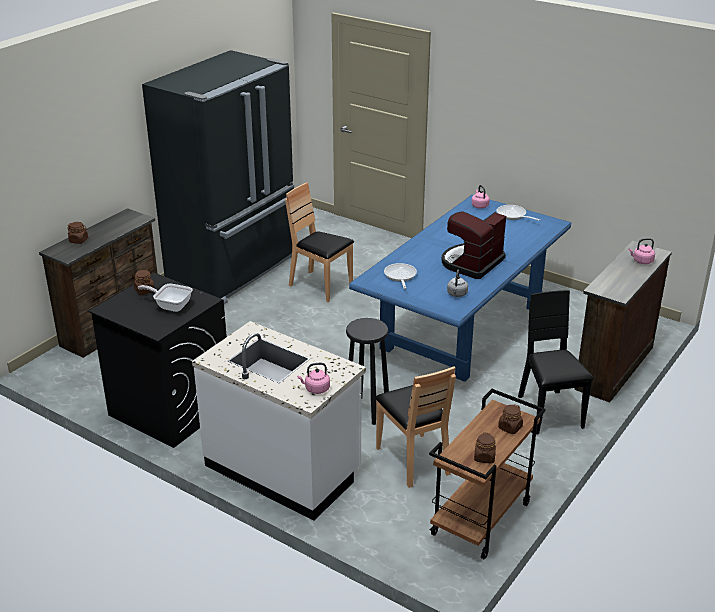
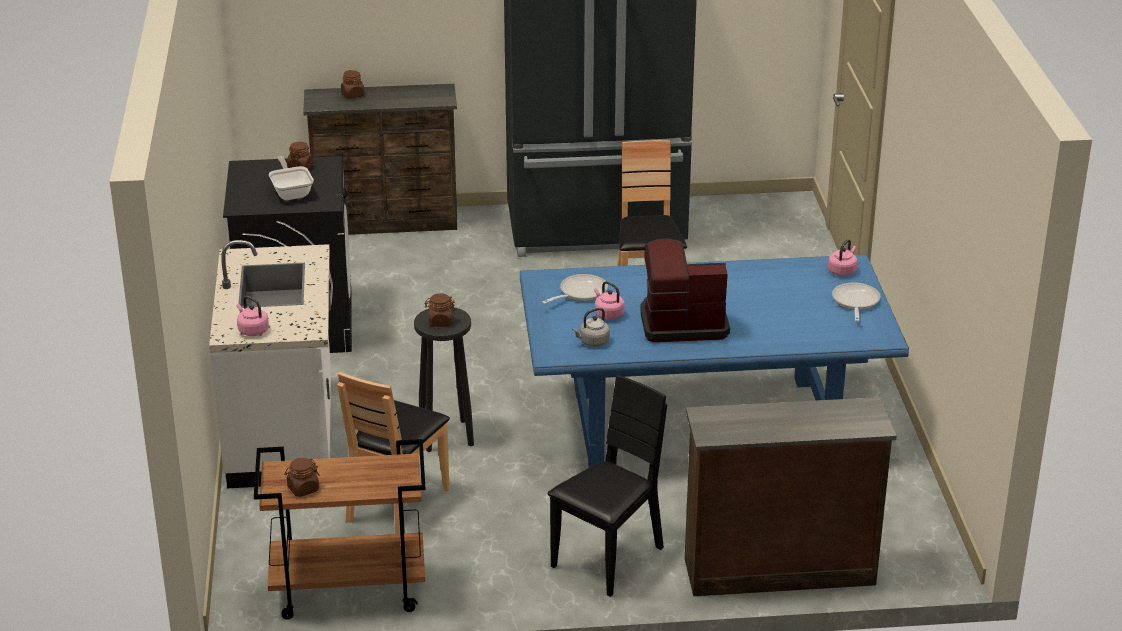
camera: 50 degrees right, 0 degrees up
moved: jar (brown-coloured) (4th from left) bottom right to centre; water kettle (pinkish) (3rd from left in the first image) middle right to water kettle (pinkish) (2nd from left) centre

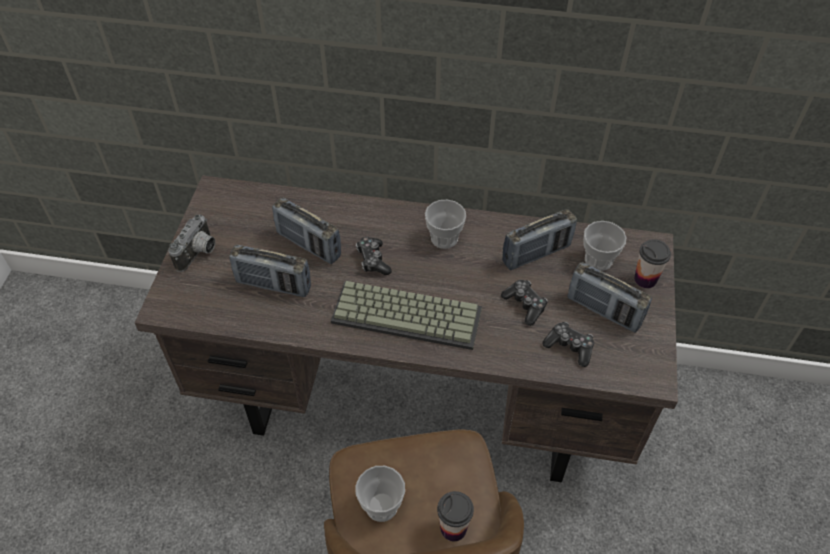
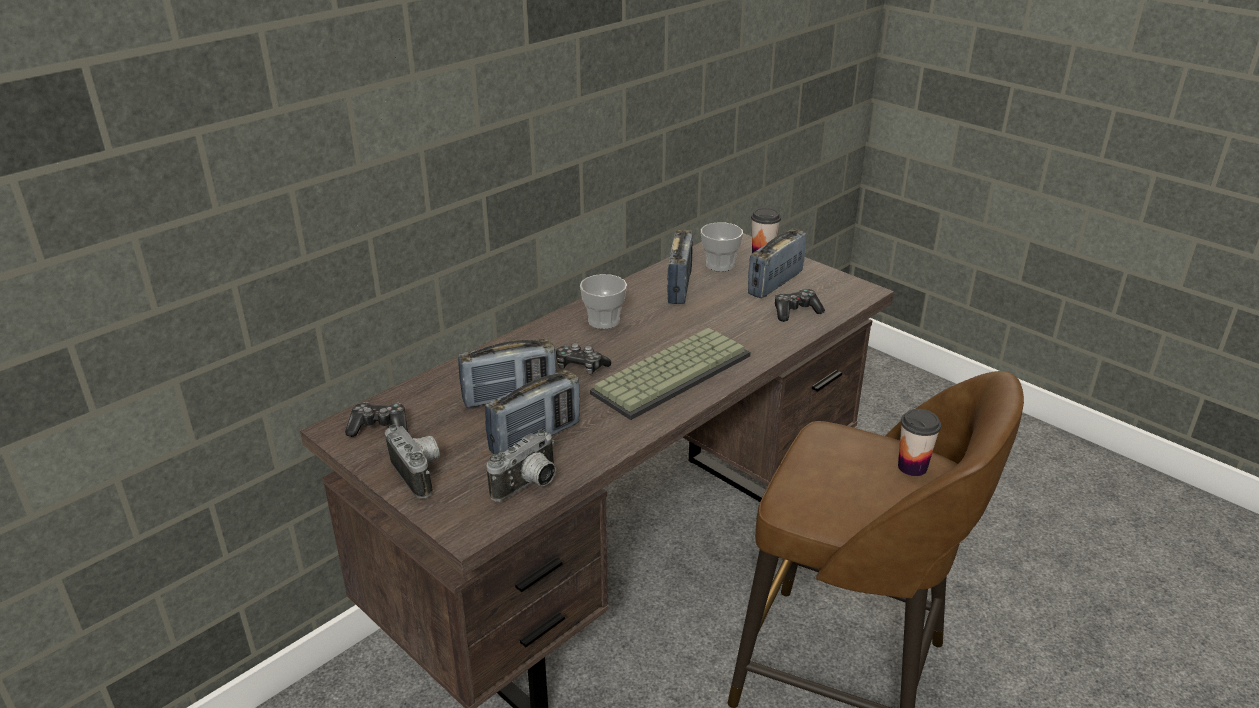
camera: 55 degrees left, 20 degrees down
removed: small cup (1st from left) bottom centre
added: photo camera (2nd from left) centre
moved: game controller (2nd from left in the first image) centre to game controller (1st from left) middle left
turned: radio (4th from left) middle right = centre 150 degrees clockwise

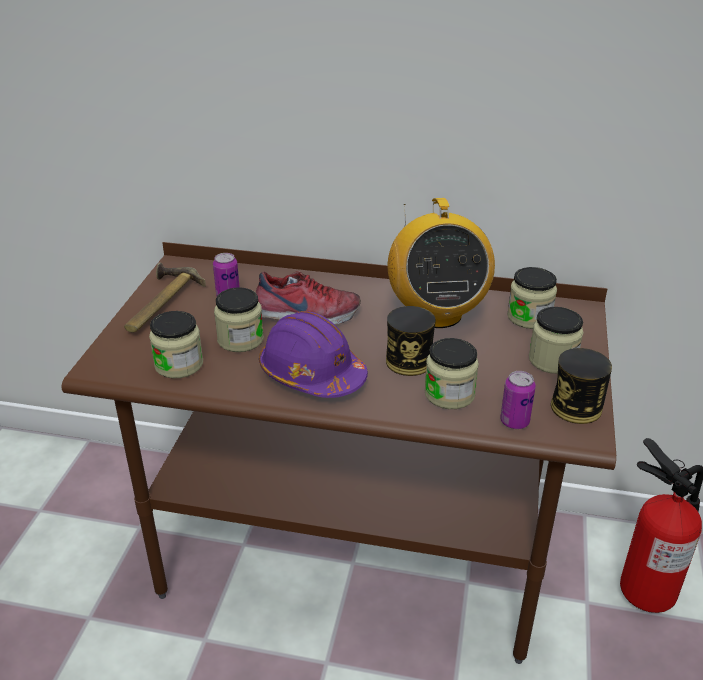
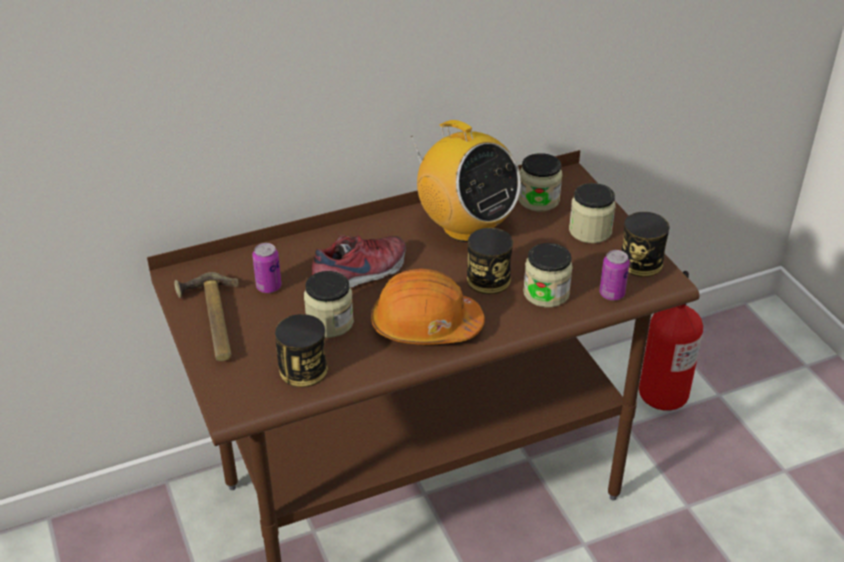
camera: 35 degrees left, 5 degrees up
replaced: jar (1st from left) middle left to sealed can (2nd from left) centre
recoloured: hard hat (purple) centre to hard hat (orange) centre

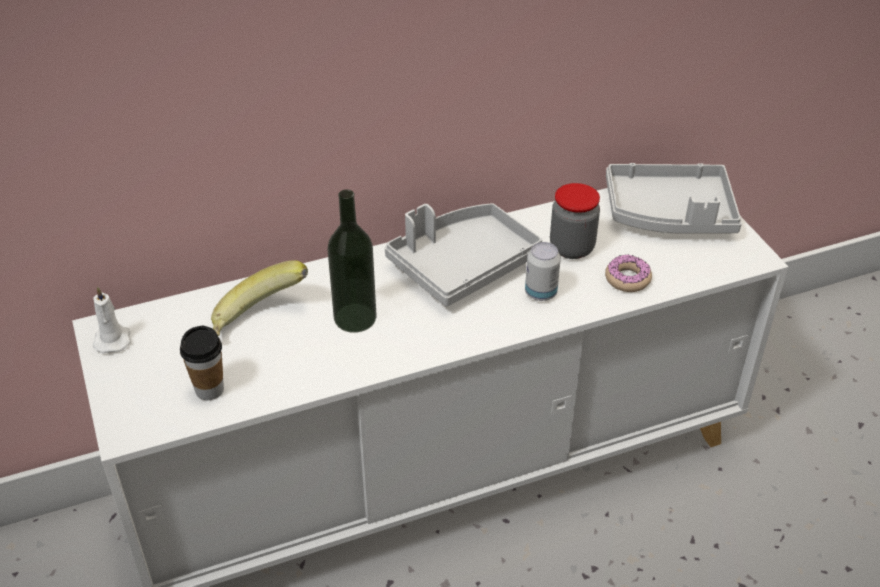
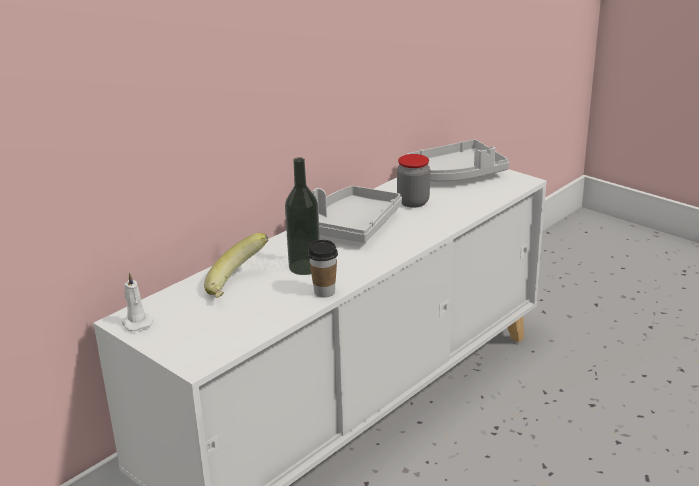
camera: 25 degrees left, 15 degrees down
removed: sealed can centre; donut middle right
moved: small cup middle left to centre

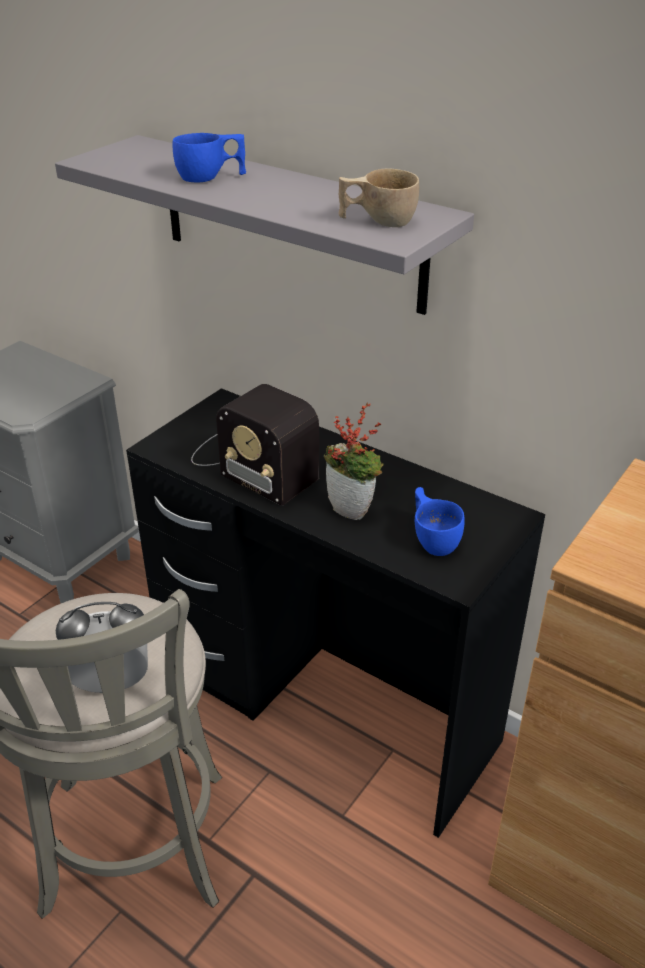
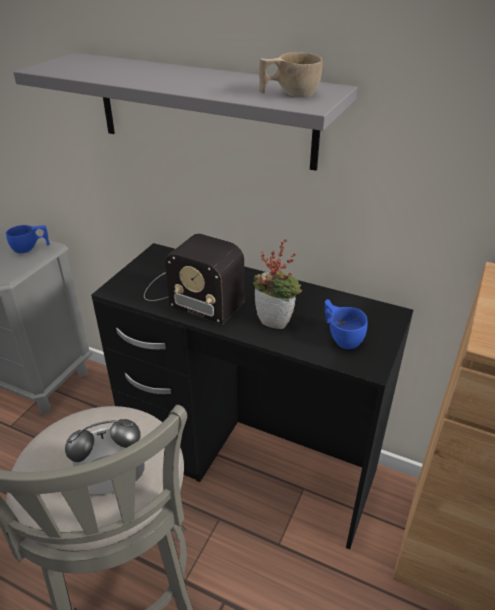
camera: 10 degrees left, 0 degrees up
moved: small cup (blue) (1st from left) top left to middle left

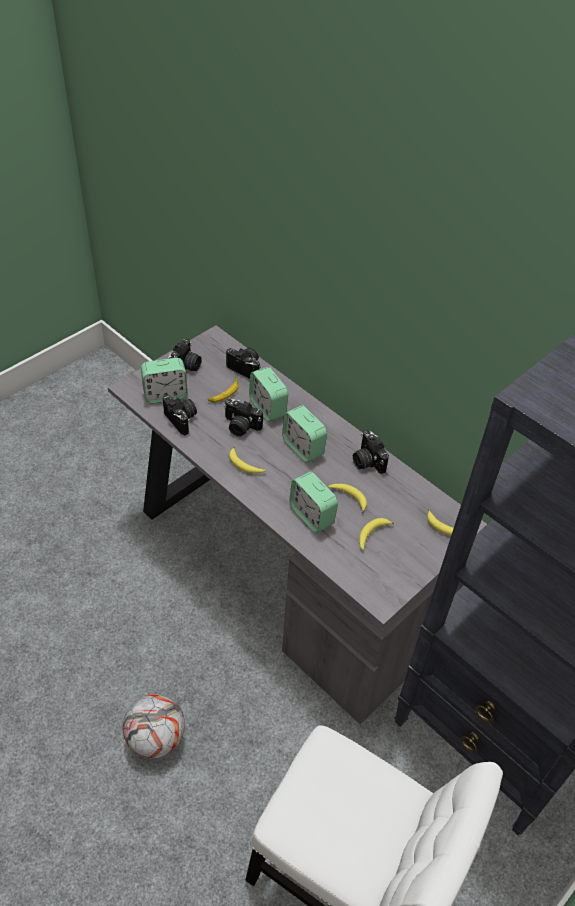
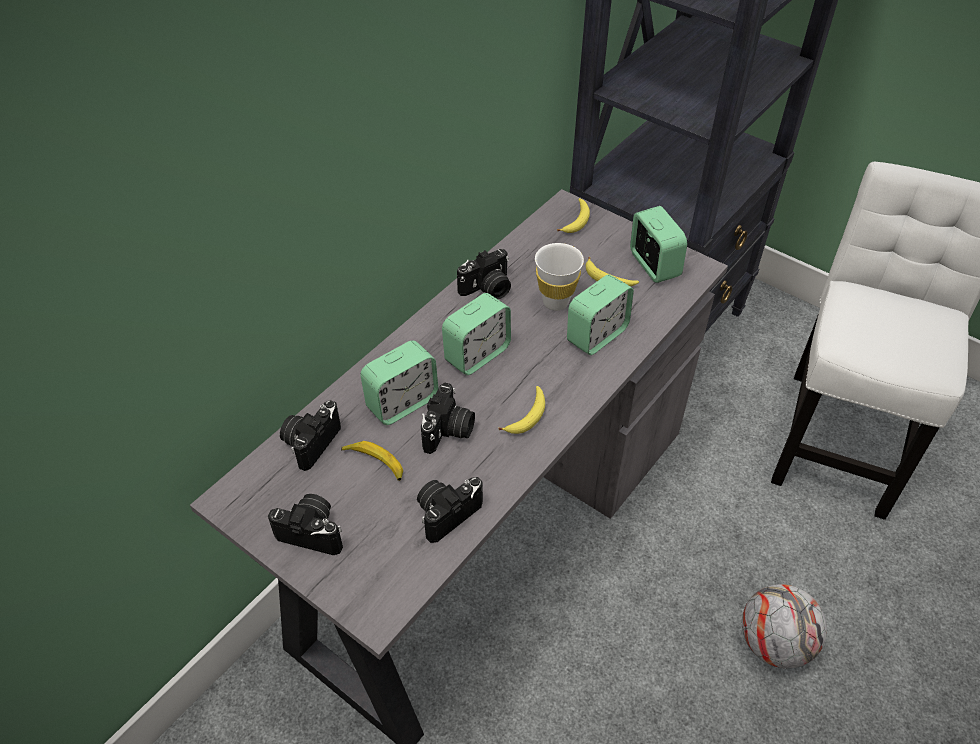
camera: 95 degrees left, 0 degrees up
moved: table clock (1st from left in the first image) middle left to table clock (4th from left) top right
replaced: banana (3rd from left) centre to small cup (white-coloured) centre

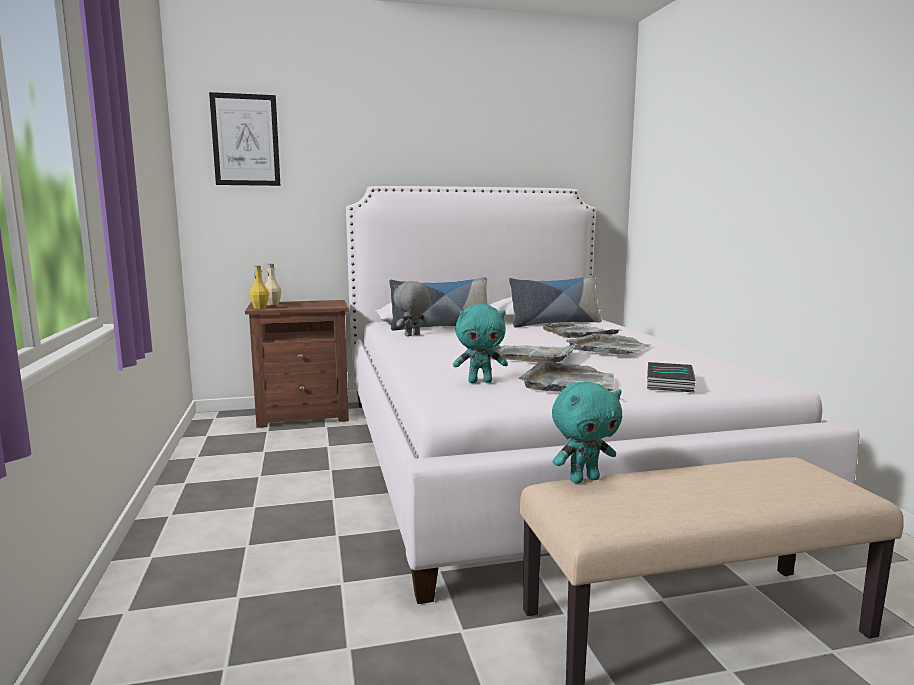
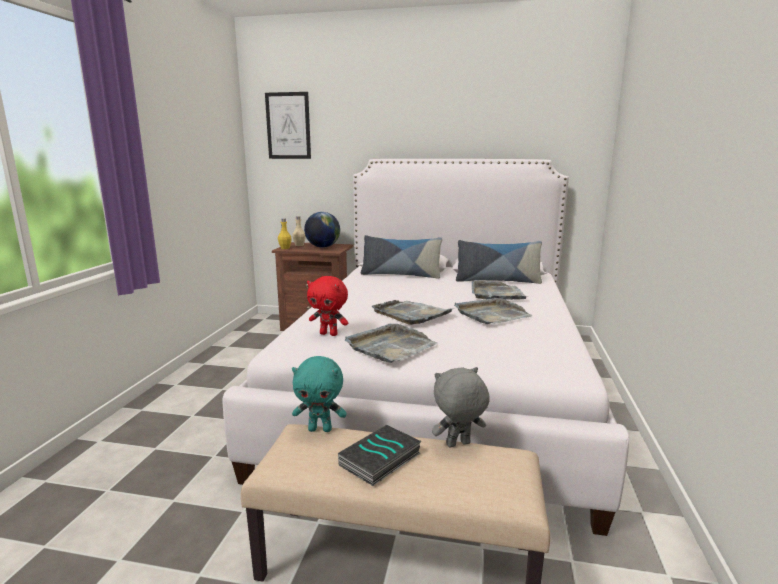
camera: 25 degrees right, 5 degrees up
added: world globe centre
moved: cuddly toy (grey) centre to bottom centre; book middle right to bottom centre
recoloured: cuddly toy (turquoise-coloured) (1st from left) centre to cuddly toy (red) centre

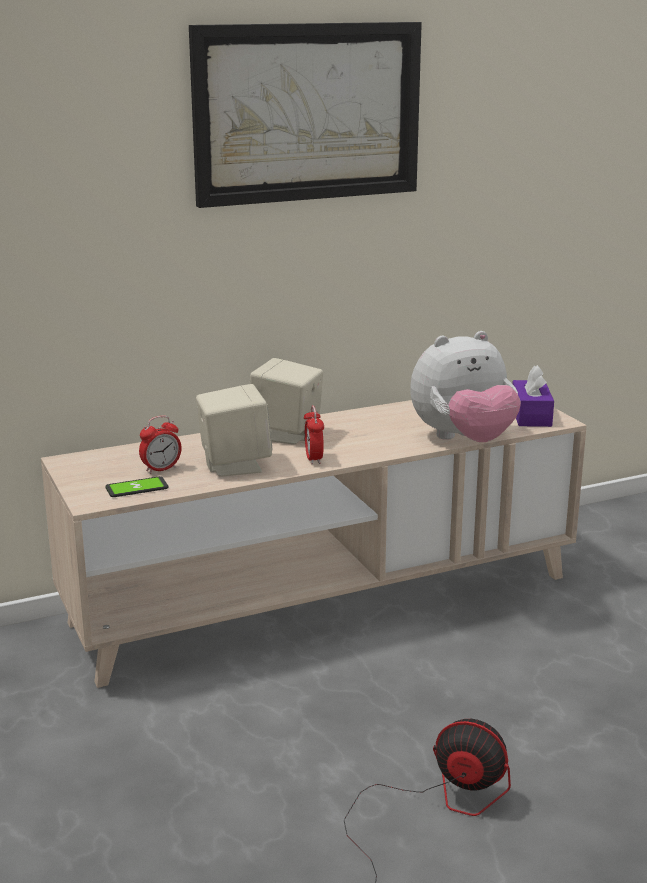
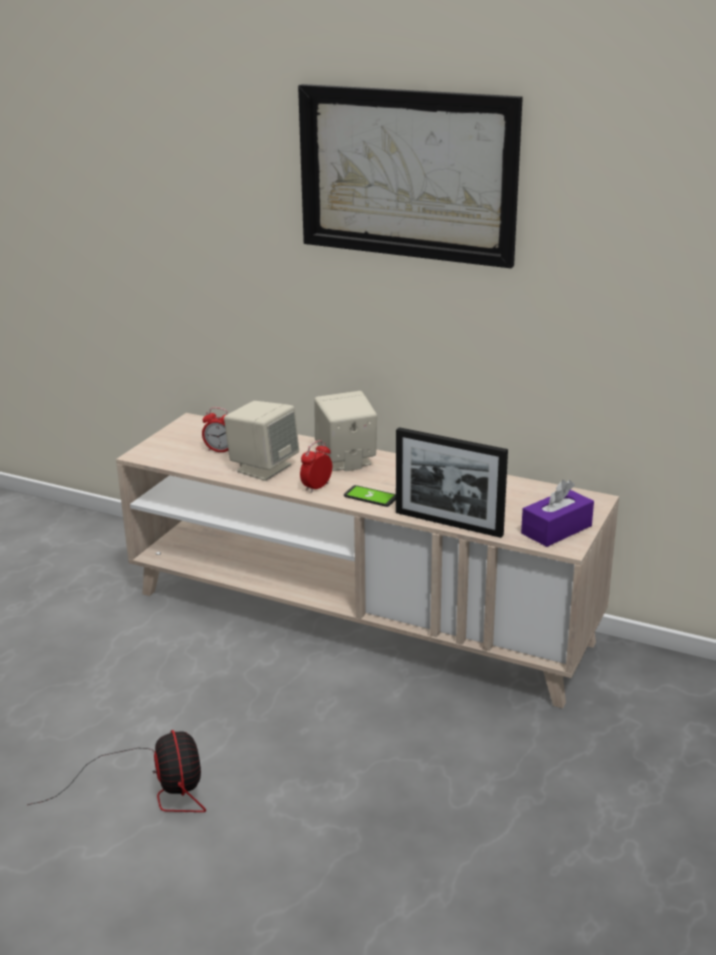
camera: 50 degrees right, 5 degrees up
moved: telephone middle left to centre
replaced: cuddly toy middle right to photo frame centre

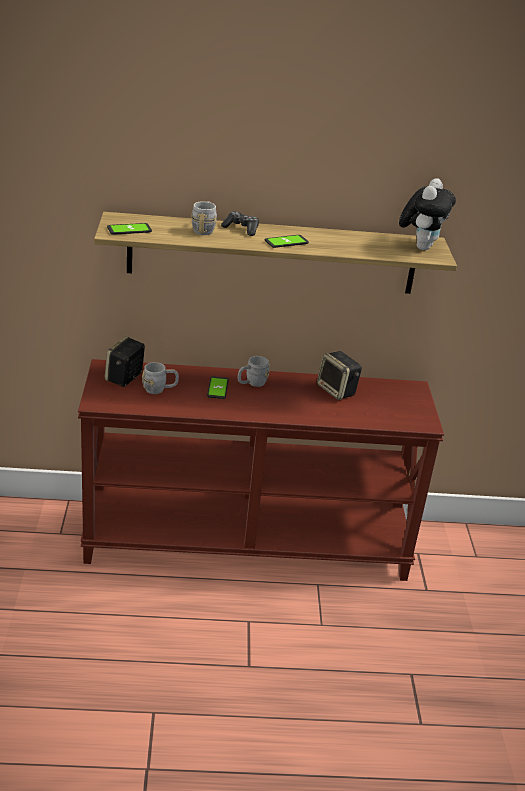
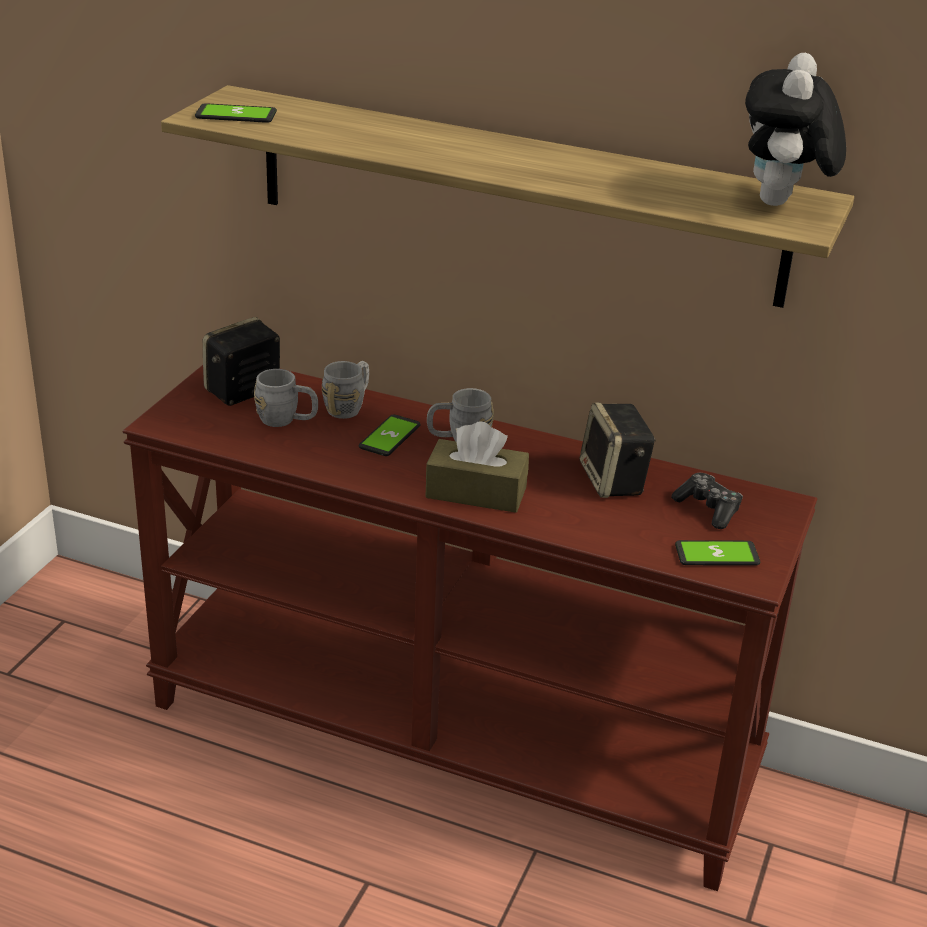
camera: 25 degrees right, 0 degrees up
added: tissue holder (brown-coloured) centre
moved: coffee mug (grey) (2nd from left) top centre to centre; game controller top centre to middle right; telephone (3rd from left) top centre to middle right
turned: cuddly toy top right = top right 150 degrees clockwise

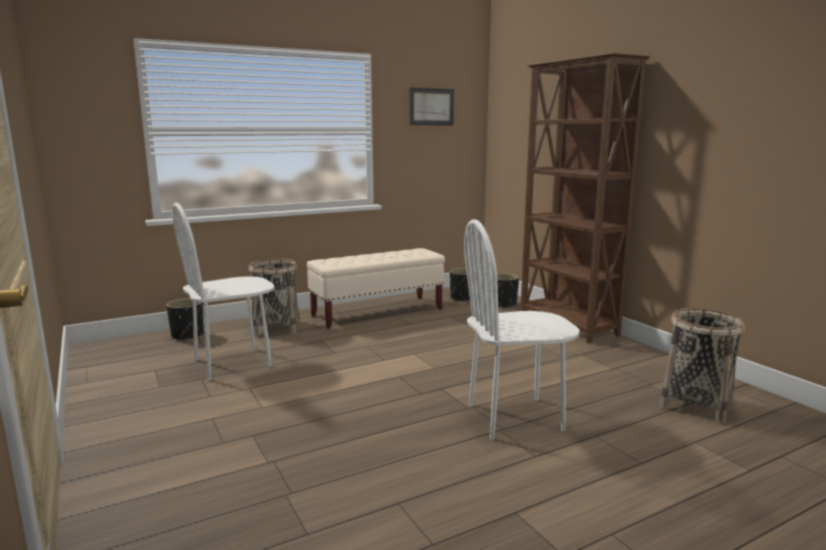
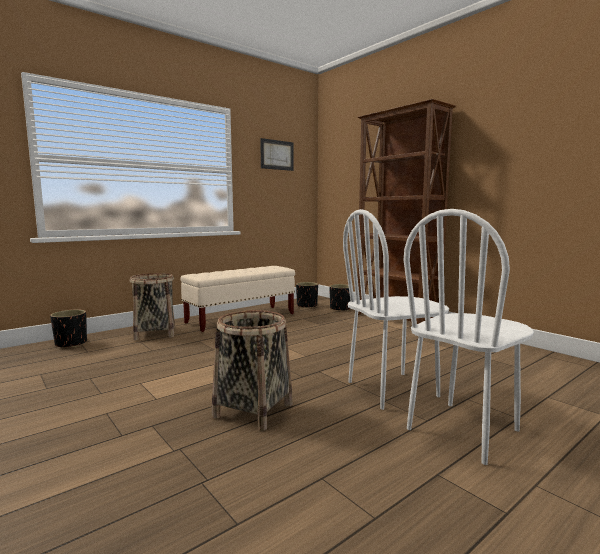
camera: 10 degrees left, 5 degrees down
moved: chair (white-coloured) (1st from left in the first image) middle left to chair (white-coloured) (2nd from left) middle right; basket (2nd from left) middle right to bottom centre

